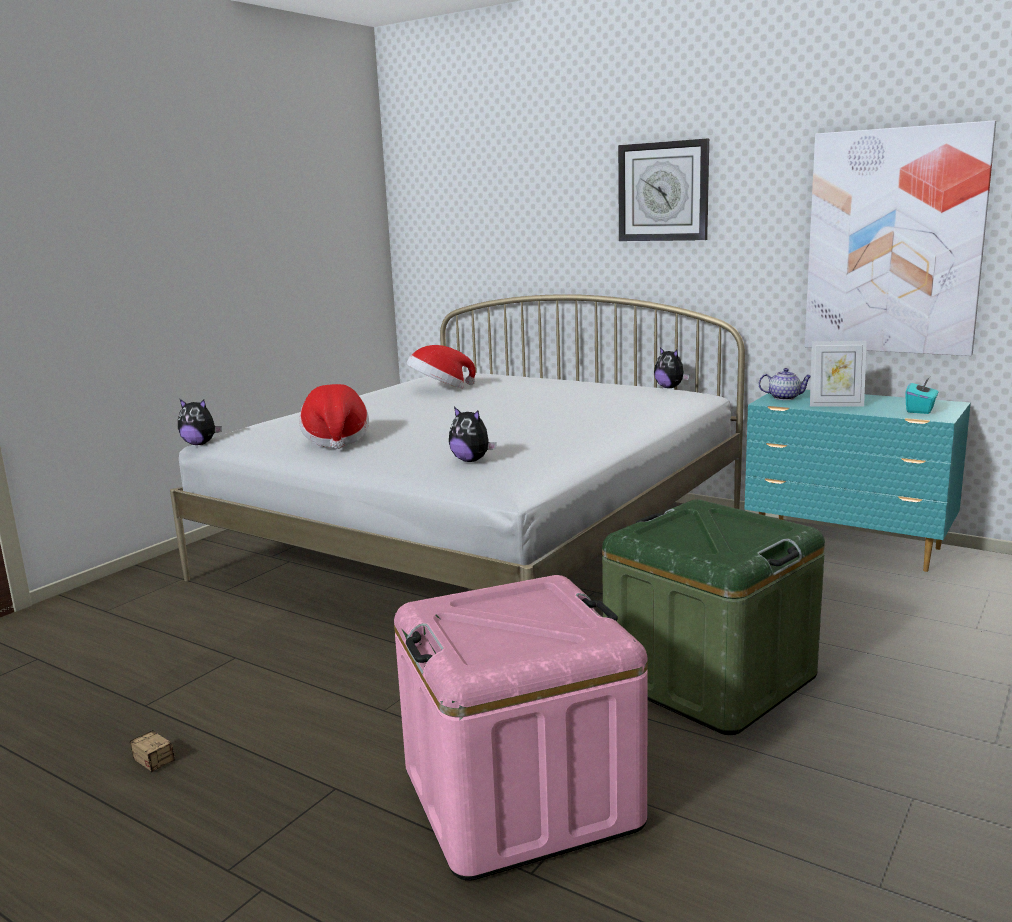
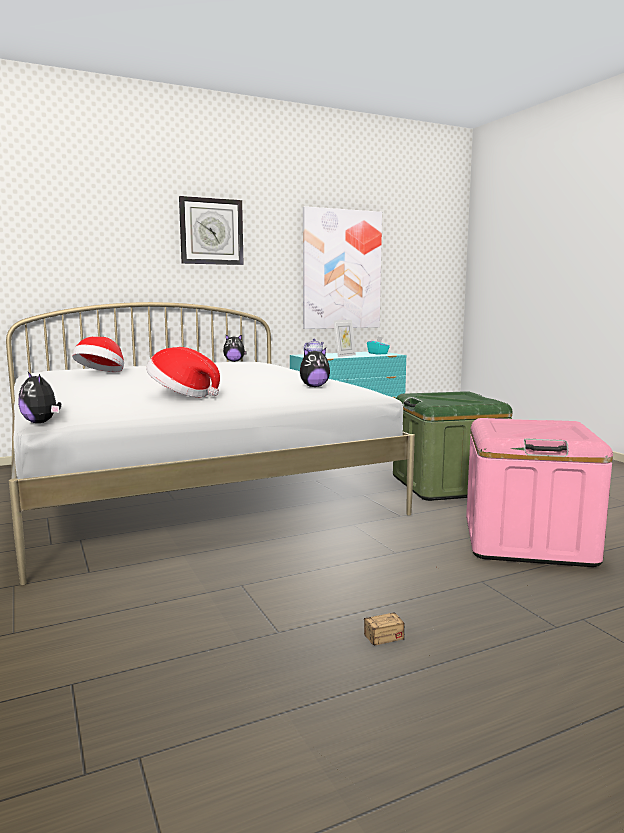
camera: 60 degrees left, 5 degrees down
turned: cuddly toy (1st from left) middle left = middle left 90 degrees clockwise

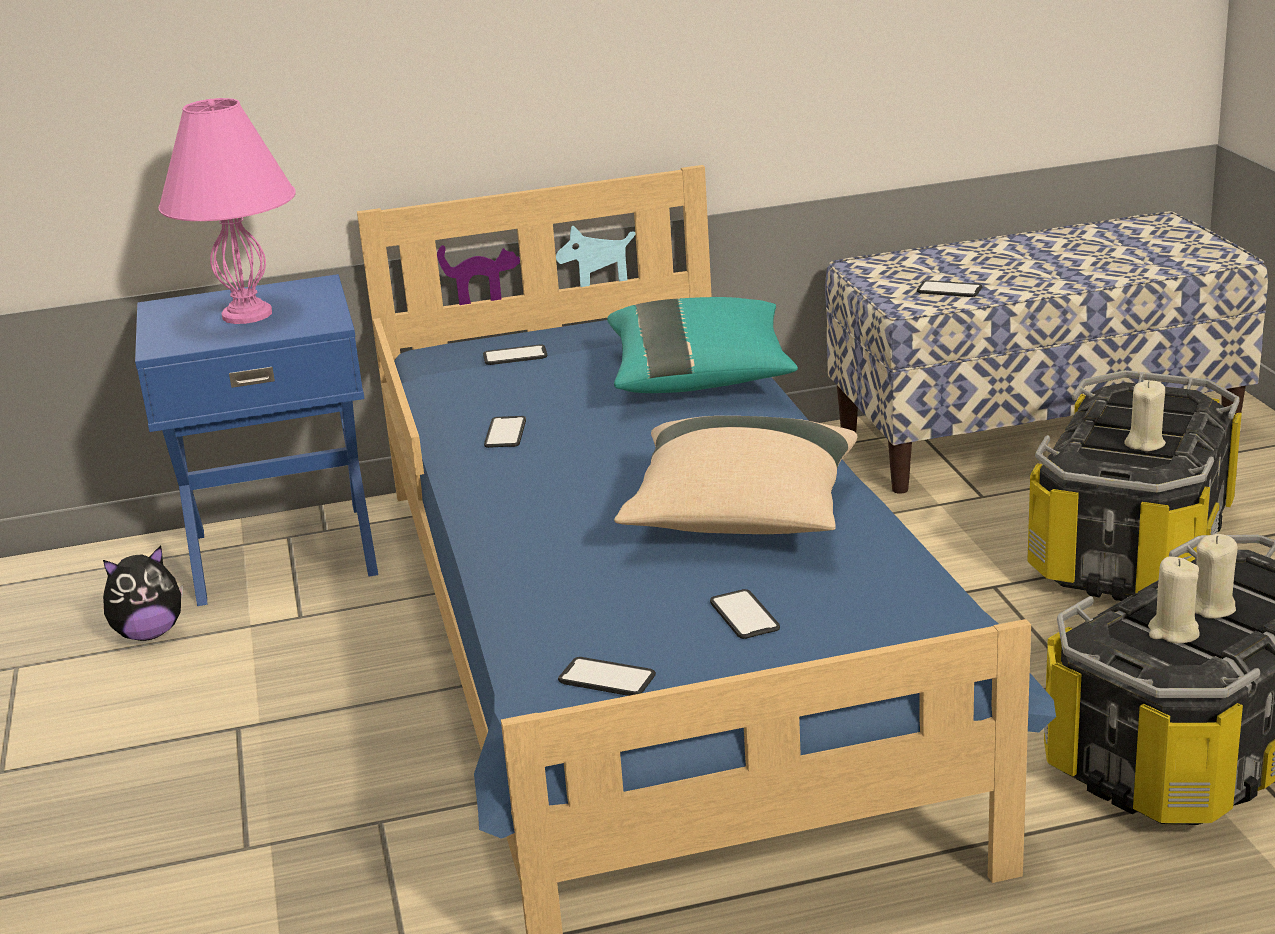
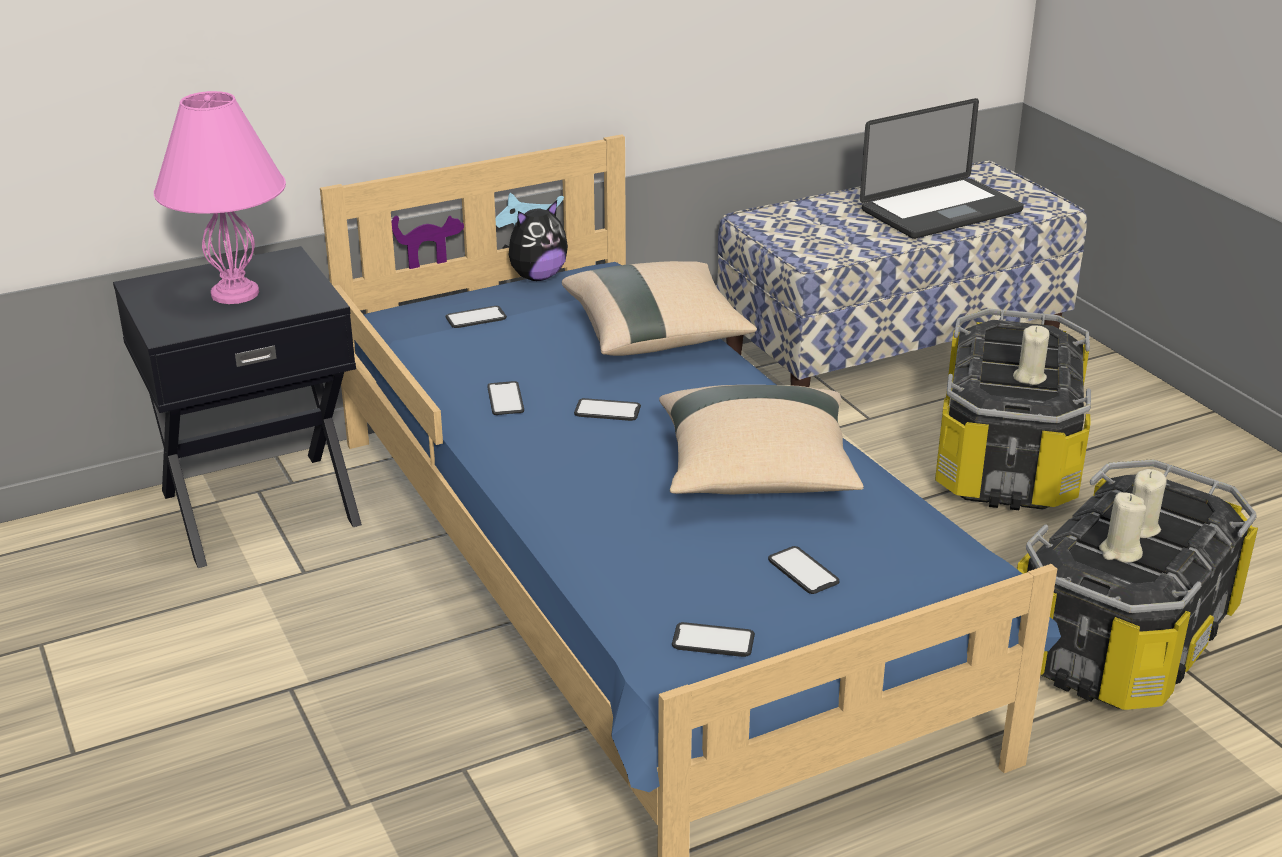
camera: 15 degrees left, 5 degrees up
added: notebook computer top right
moved: cuddly toy middle left to top centre; telephone (5th from left in the first image) top right to telephone (3rd from left) centre
recoloured: nightstand (blue) middle left to nightstand (black) middle left; throw pillow (turquoise-coloured) centre to throw pillow (beige-coloured) (1st from left) centre

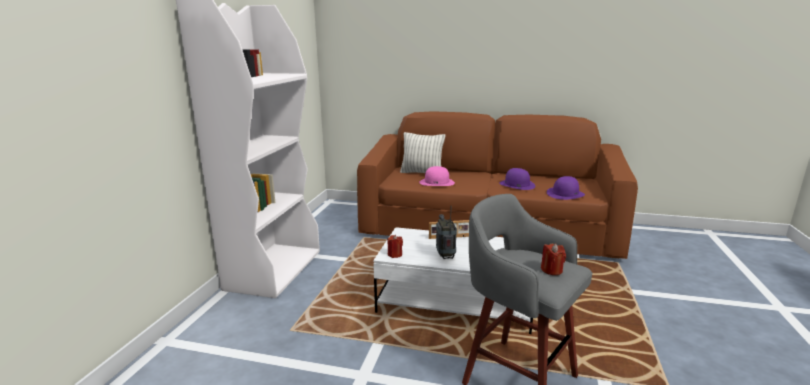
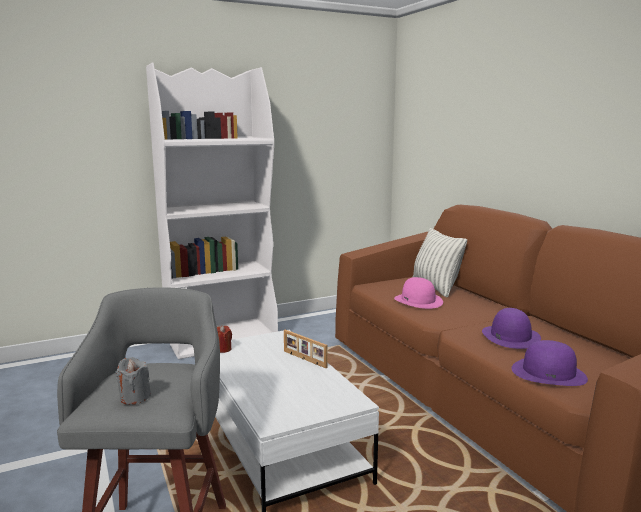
camera: 50 degrees right, 5 degrees down
removed: radio centre
recoloured: wax candle (red) (2nd from left) bottom right to wax candle (grey) bottom left

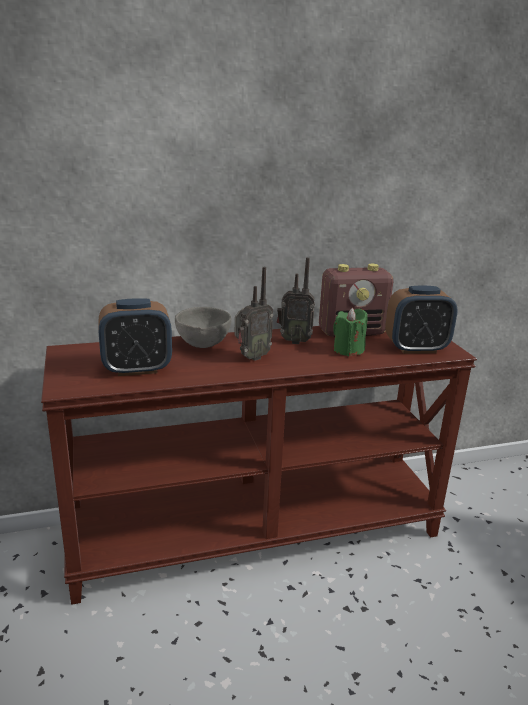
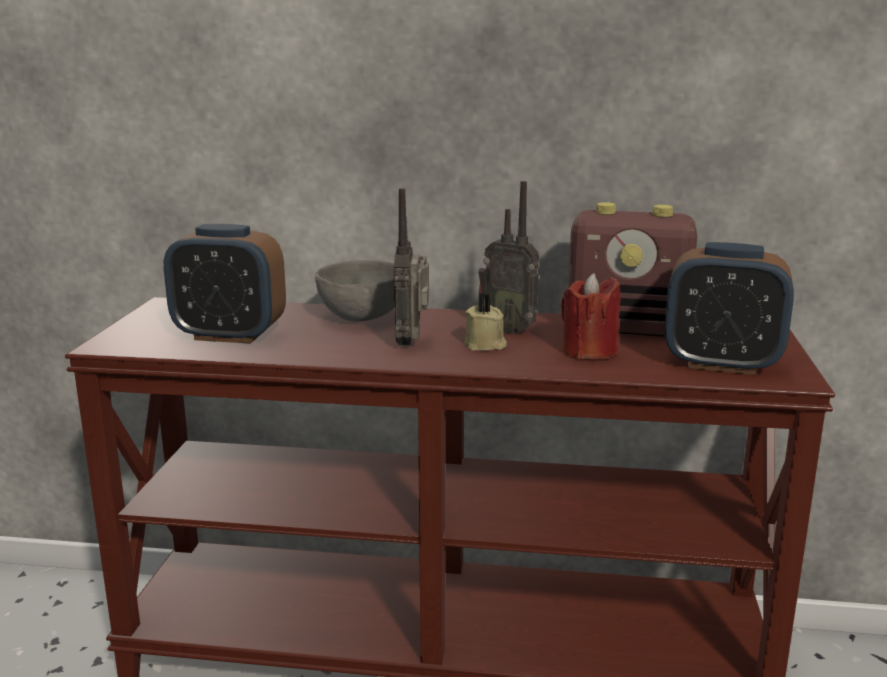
camera: 25 degrees right, 5 degrees down
added: wax candle (beige-coloured) centre
recoloured: wax candle (greenish) centre to wax candle (red) centre
turned: radio (1st from left) centre = centre 105 degrees clockwise

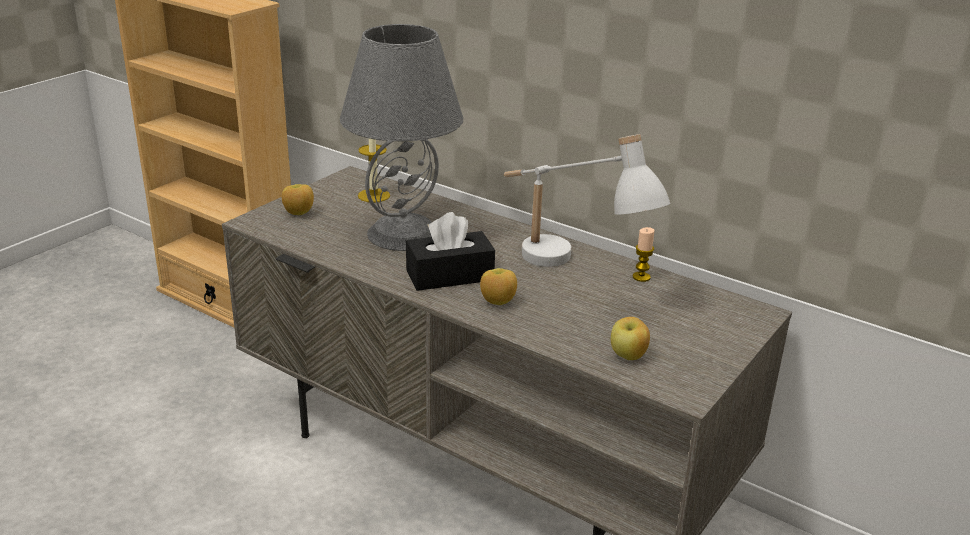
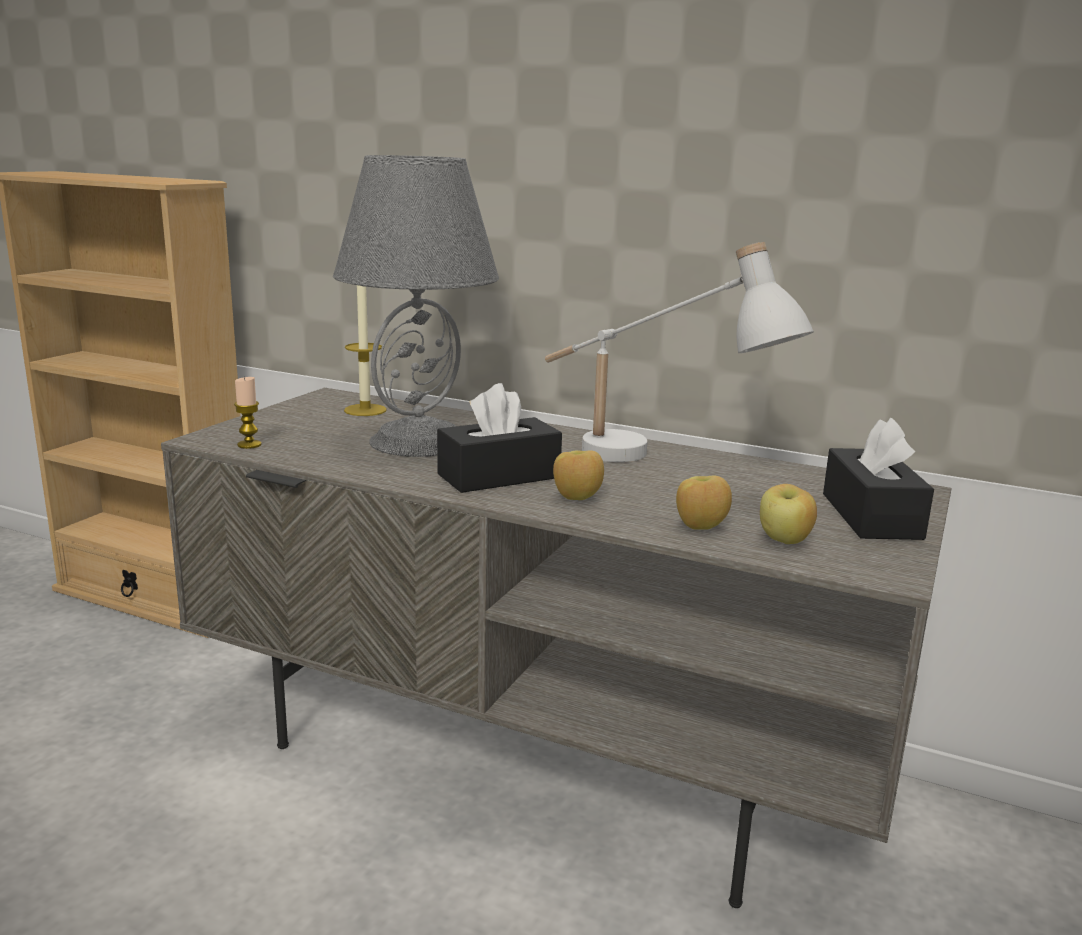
camera: 10 degrees left, 10 degrees down
added: tissue holder (black) (2nd from left) middle right
moved: apple fruit (1st from left in the first image) middle left to apple fruit (2nd from left) centre; wax candle (2nd from left in the first image) centre to wax candle (1st from left) middle left

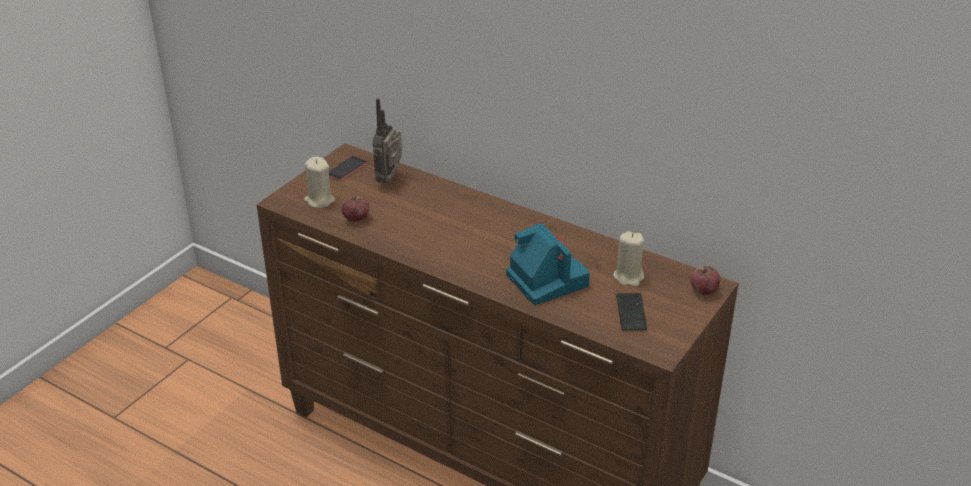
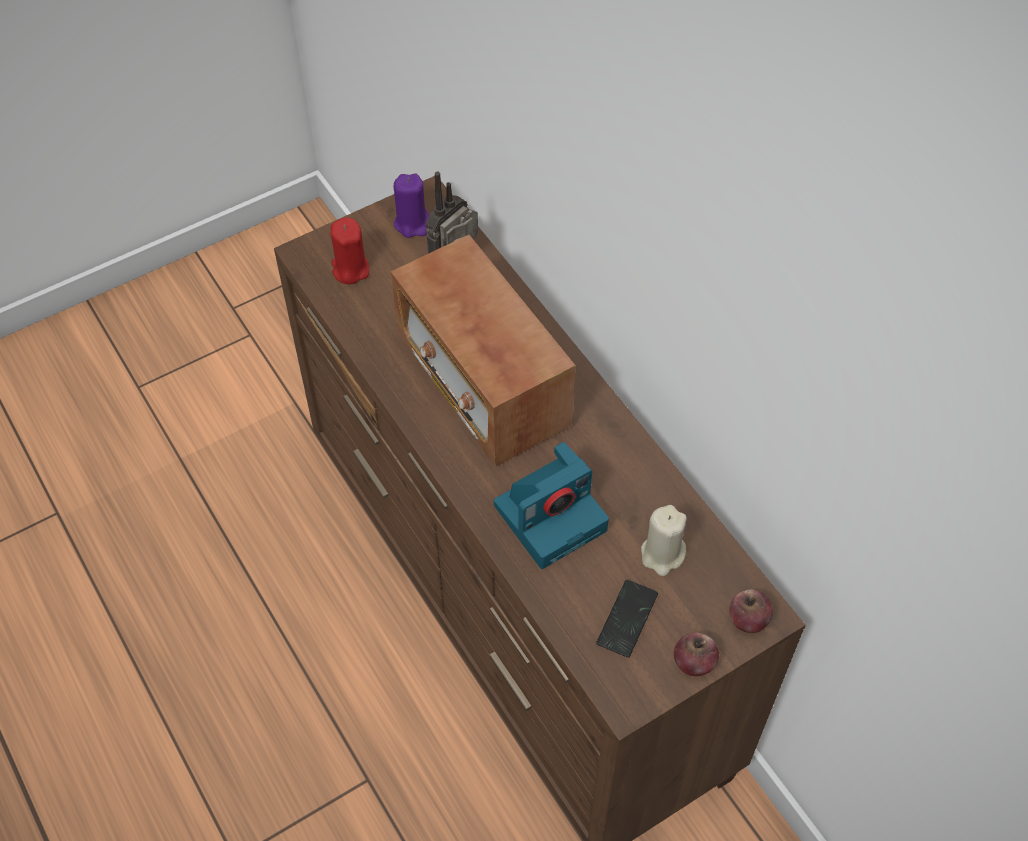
camera: 25 degrees right, 20 degrees up
added: radio (2nd from left) centre
moved: apple fruit (1st from left) centre to bottom right
replaced: telephone (1st from left) centre to wax candle (purple) top centre
recoloured: wax candle (beige-coloured) (1st from left) middle left to wax candle (red) top centre
turned: photo camera centre = centre 60 degrees clockwise

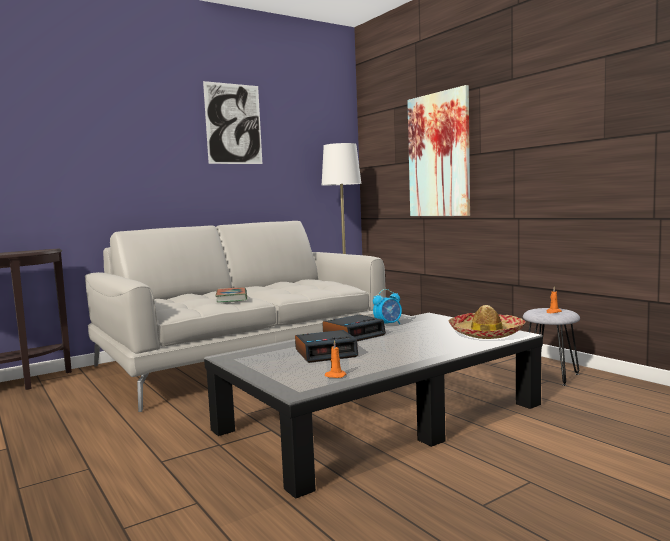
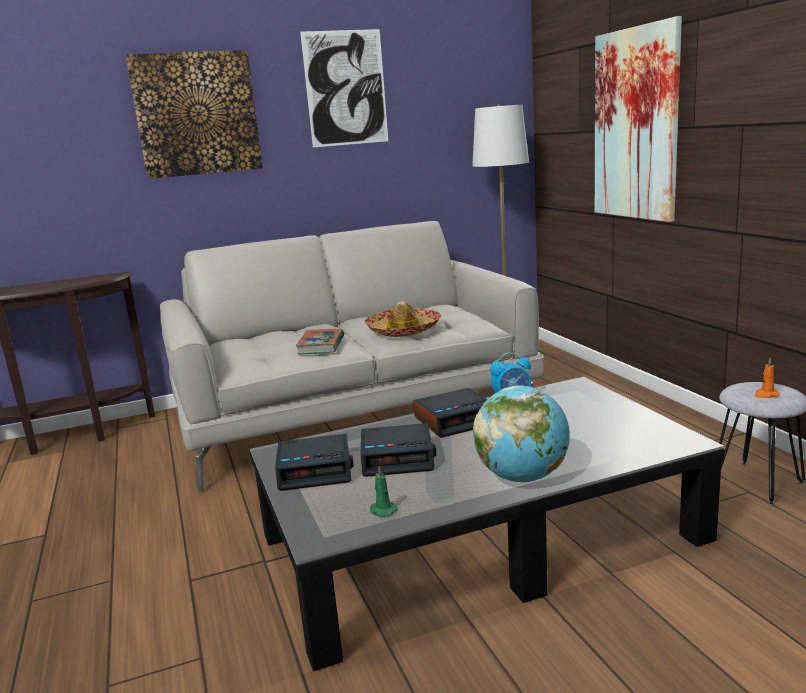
camera: 15 degrees right, 10 degrees up
added: wall art (1st from left) top left; table clock (1st from left) bottom centre; world globe centre
moved: wearable hat middle right to centre
recoloured: wax candle (orange) (1st from left) centre to wax candle (greenish) bottom centre

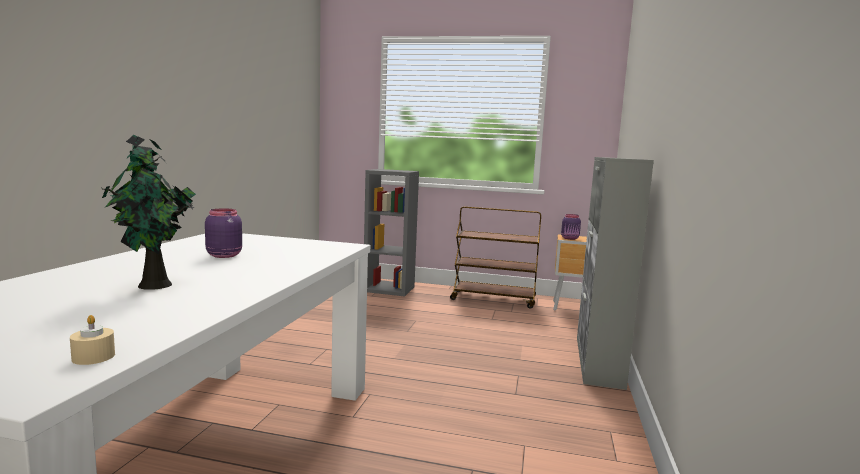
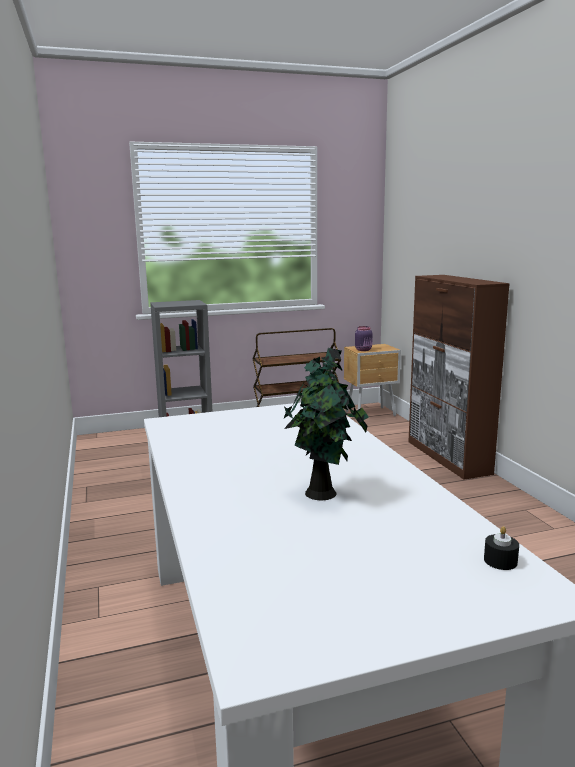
camera: 30 degrees left, 5 degrees up
removed: jar (purple) (1st from left) middle left
recoloured: wax candle (beige-coloured) bottom left to wax candle (black) bottom right; cabinet (grey) middle right to cabinet (brown-coloured) middle right

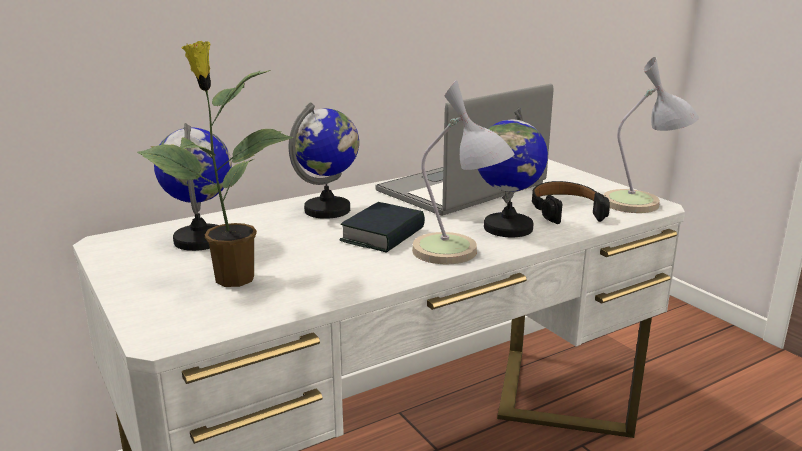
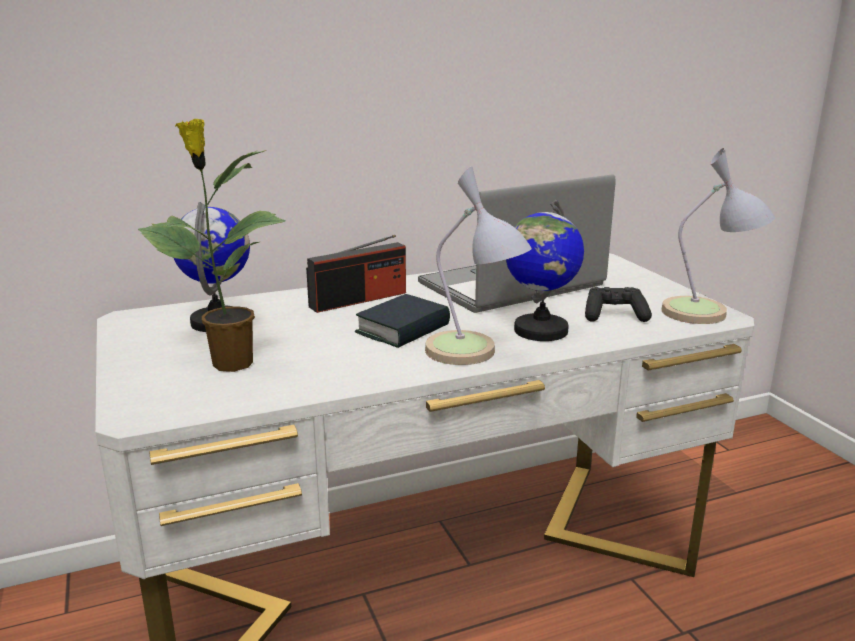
camera: 10 degrees right, 0 degrees up
replaced: world globe (2nd from left) centre to radio centre; headphones (black) middle right to game controller (black) middle right

